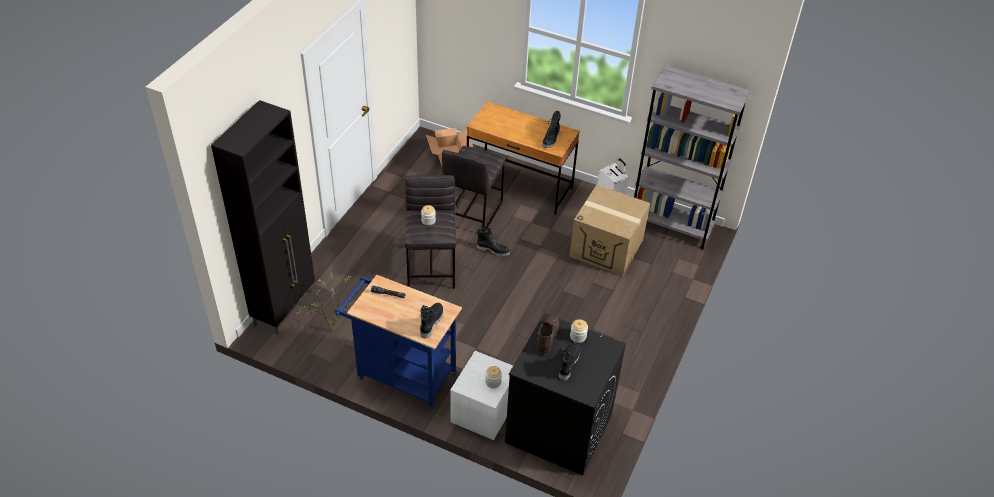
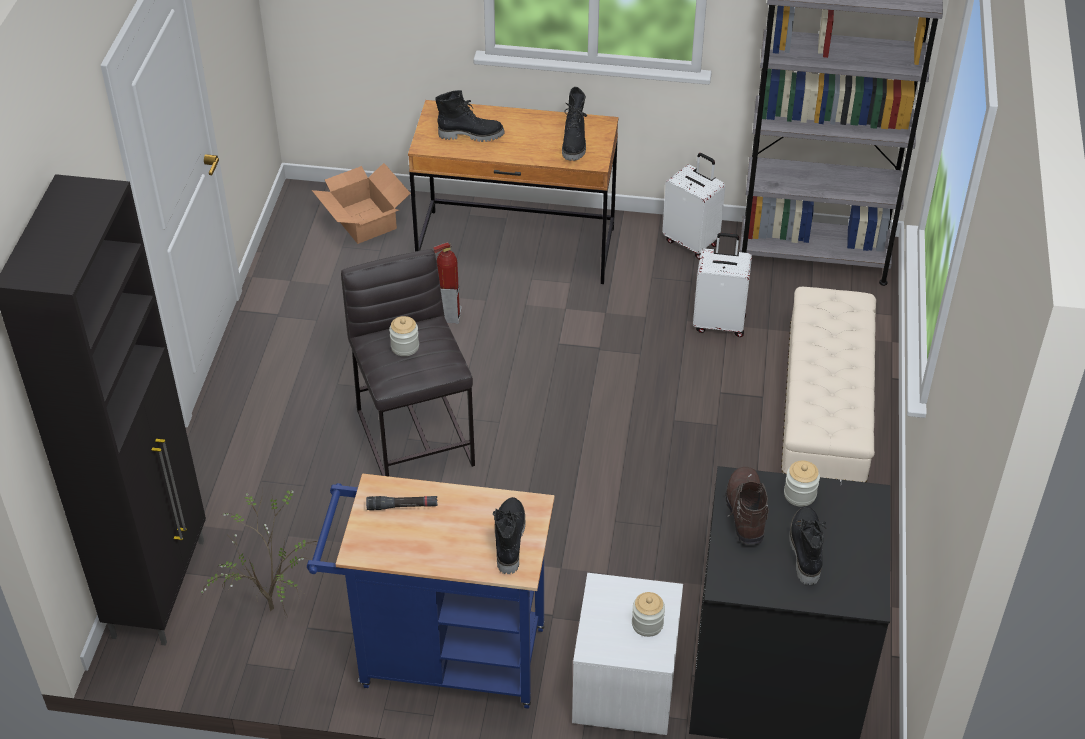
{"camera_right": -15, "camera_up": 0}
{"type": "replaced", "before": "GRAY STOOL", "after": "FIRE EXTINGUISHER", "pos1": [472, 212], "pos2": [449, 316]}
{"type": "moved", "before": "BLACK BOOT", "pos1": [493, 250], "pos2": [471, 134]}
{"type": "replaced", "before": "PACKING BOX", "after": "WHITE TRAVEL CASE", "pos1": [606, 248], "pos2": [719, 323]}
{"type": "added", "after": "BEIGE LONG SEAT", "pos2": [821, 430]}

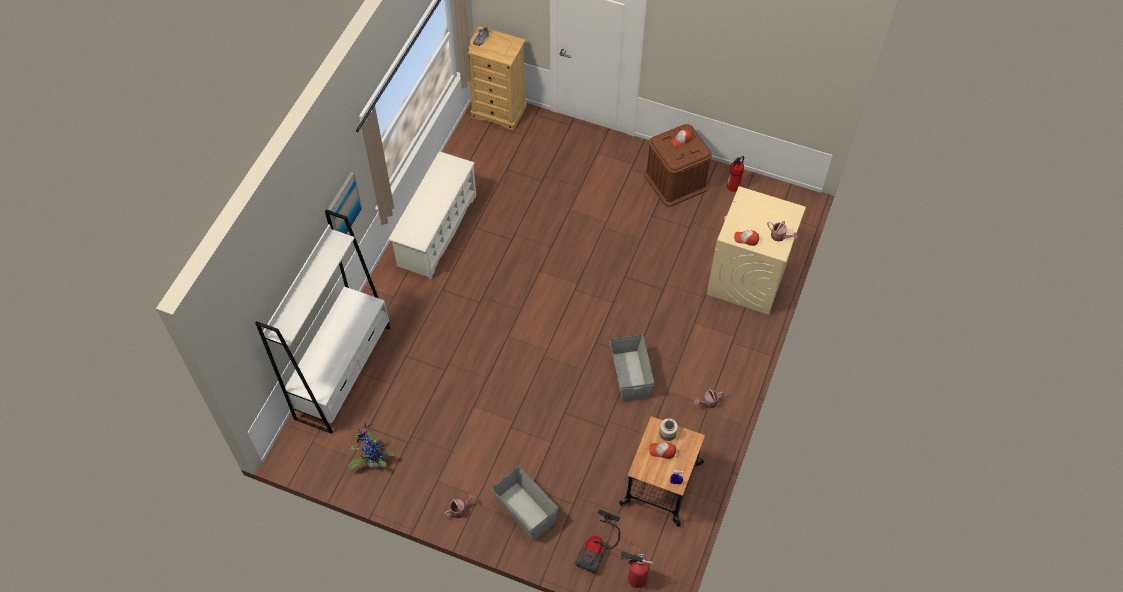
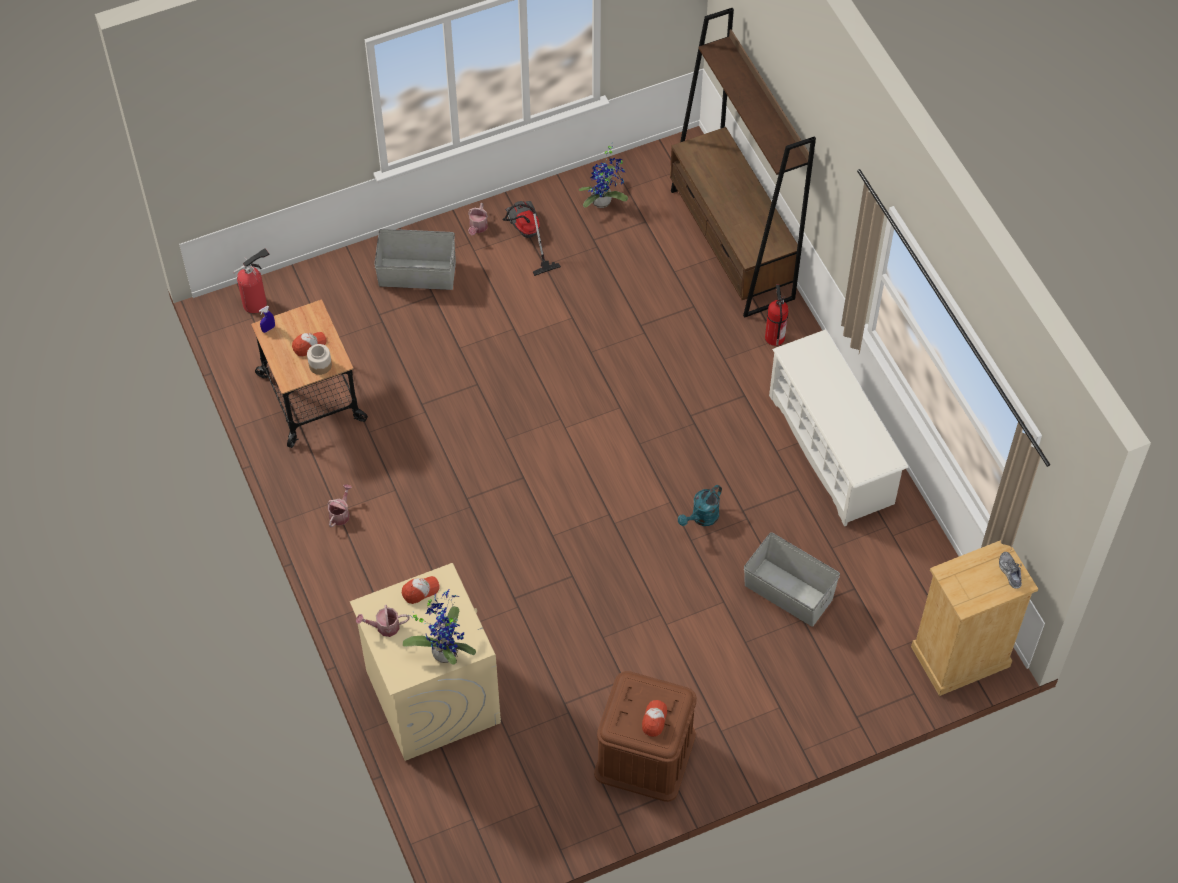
{"camera_right": 135, "camera_up": 0}
{"type": "recoloured", "before": "WHITE SHELVING UNIT", "after": "BROWN SHELVING UNIT", "pos1": [343, 372], "pos2": [731, 244]}
{"type": "removed", "before": "WALL PICTURE", "pos1": [343, 208]}
{"type": "moved", "before": "HOOVER", "pos1": [597, 548], "pos2": [526, 236]}
{"type": "moved", "before": "GRAY STORAGE BOX", "pos1": [629, 376], "pos2": [788, 591]}
{"type": "moved", "before": "FIRE EXTINGUISHER", "pos1": [733, 187], "pos2": [774, 337]}
{"type": "added", "after": "PLANT IN A POT", "pos2": [444, 650]}
{"type": "added", "after": "TURQUOISE-COLOURED WATERING POT", "pos2": [702, 518]}

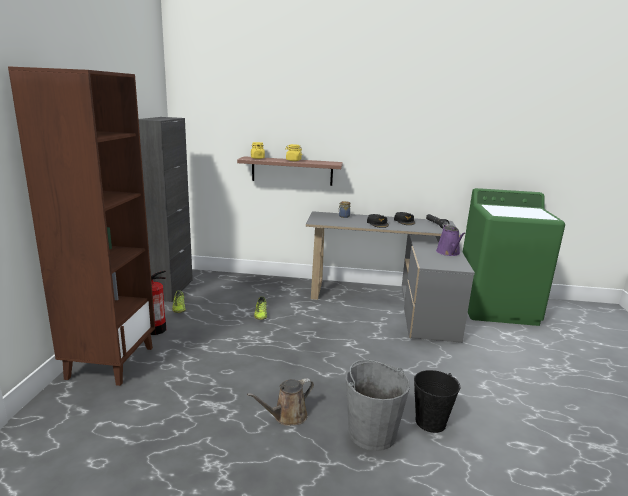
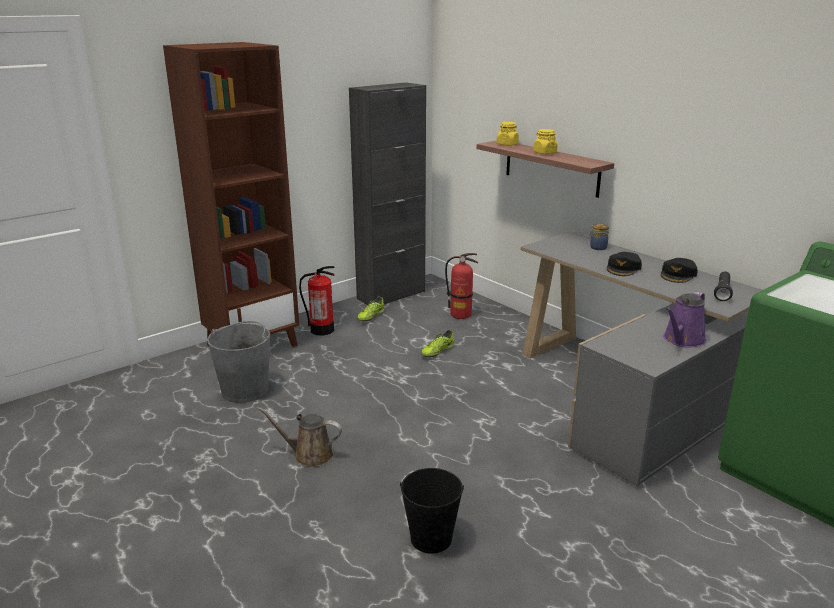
{"camera_right": 45, "camera_up": 5}
{"type": "moved", "before": "GRAY WATER BUCKET", "pos1": [371, 432], "pos2": [245, 390]}
{"type": "added", "after": "FIRE EXTINGUISHER", "pos2": [461, 315]}

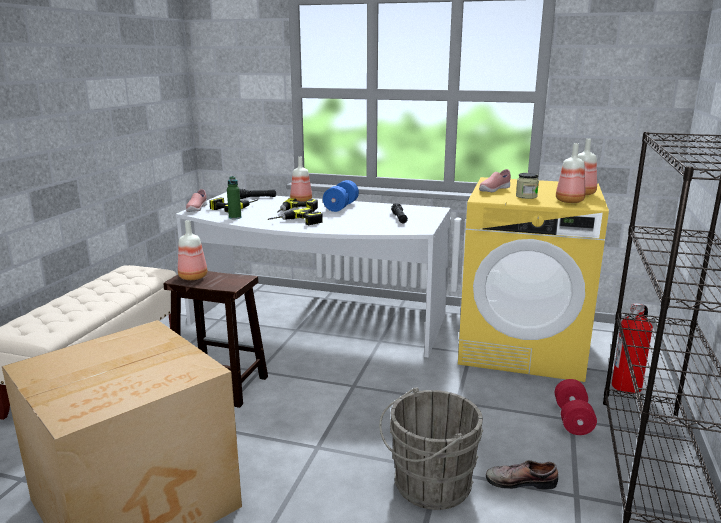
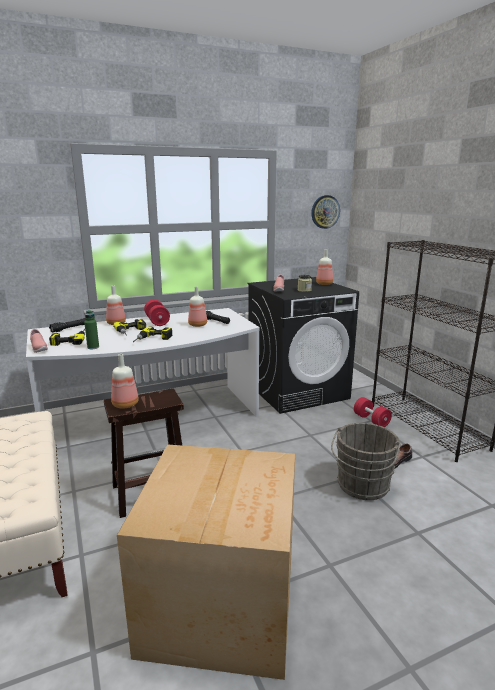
{"camera_right": -40, "camera_up": 0}
{"type": "recoloured", "before": "BLUE-COLOURED HAND WEIGHT", "after": "REDDISH HAND WEIGHT", "pos1": [341, 207], "pos2": [157, 321]}
{"type": "recoloured", "before": "YELLOW-COLOURED WASHING MACHINE", "after": "BLACK WASHING MACHINE", "pos1": [523, 347], "pos2": [298, 391]}
{"type": "moved", "before": "BEVERAGE BOTTLE", "pos1": [570, 201], "pos2": [198, 325]}
{"type": "removed", "before": "FIRE EXTINGUISHER", "pos1": [627, 387]}
{"type": "added", "after": "CLOCK ON THE WALL", "pos2": [325, 212]}

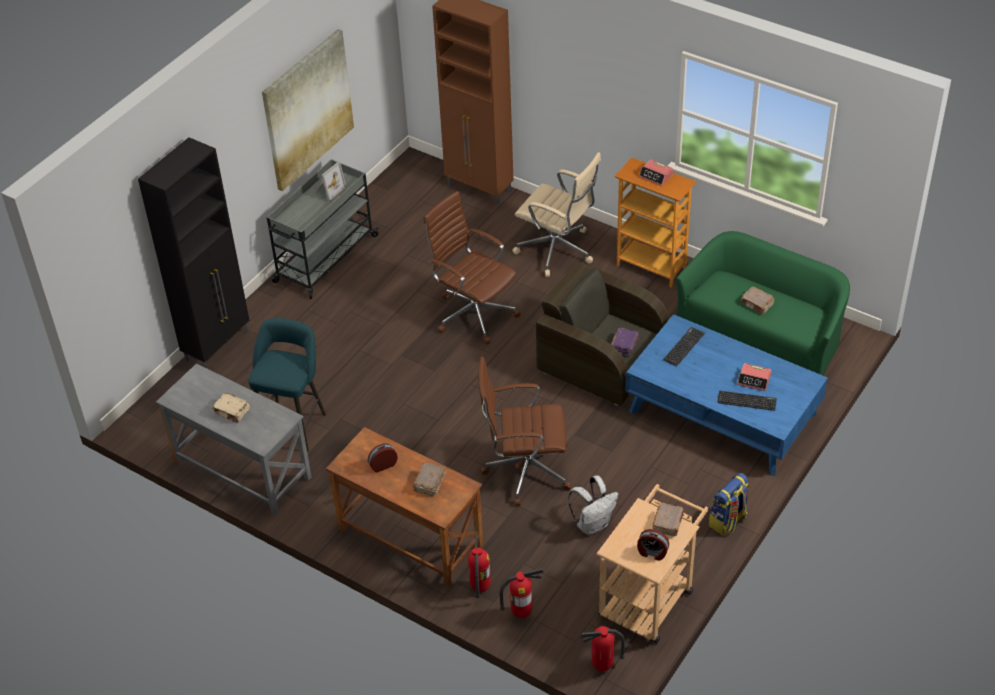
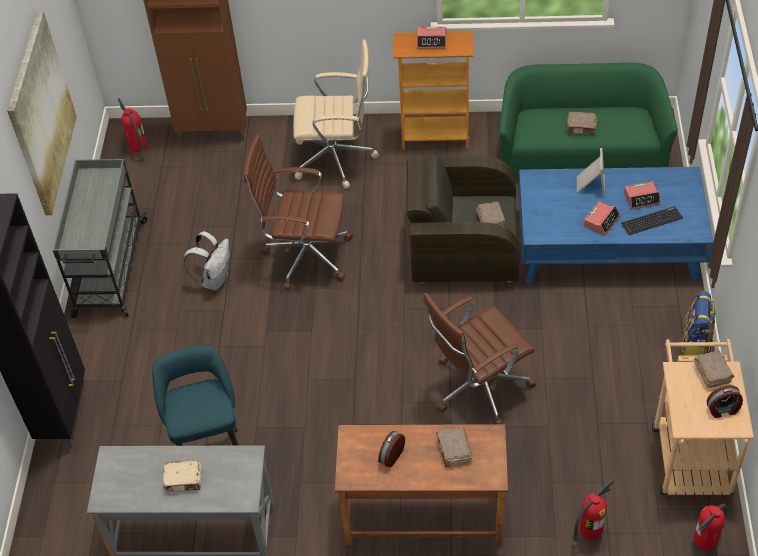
{"camera_right": -30, "camera_up": 5}
{"type": "moved", "before": "PICTURE FRAME", "pos1": [329, 190], "pos2": [590, 184]}
{"type": "moved", "before": "FIRE EXTINGUISHER", "pos1": [479, 587], "pos2": [138, 149]}
{"type": "moved", "before": "WHITE KNAPSACK", "pos1": [593, 524], "pos2": [214, 279]}
{"type": "recoloured", "before": "PURPLISH BOUND BOOK", "after": "BROWN BOUND BOOK", "pos1": [625, 345], "pos2": [491, 220]}
{"type": "removed", "before": "KEYBOARD", "pos1": [683, 347]}
{"type": "added", "after": "BEDSIDE CLOCK", "pos2": [601, 221]}

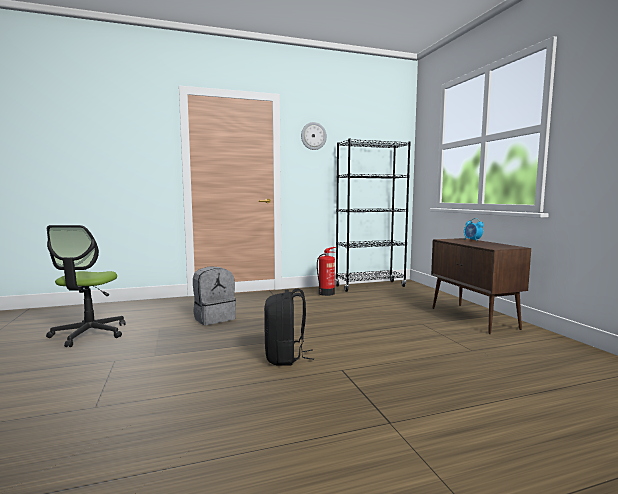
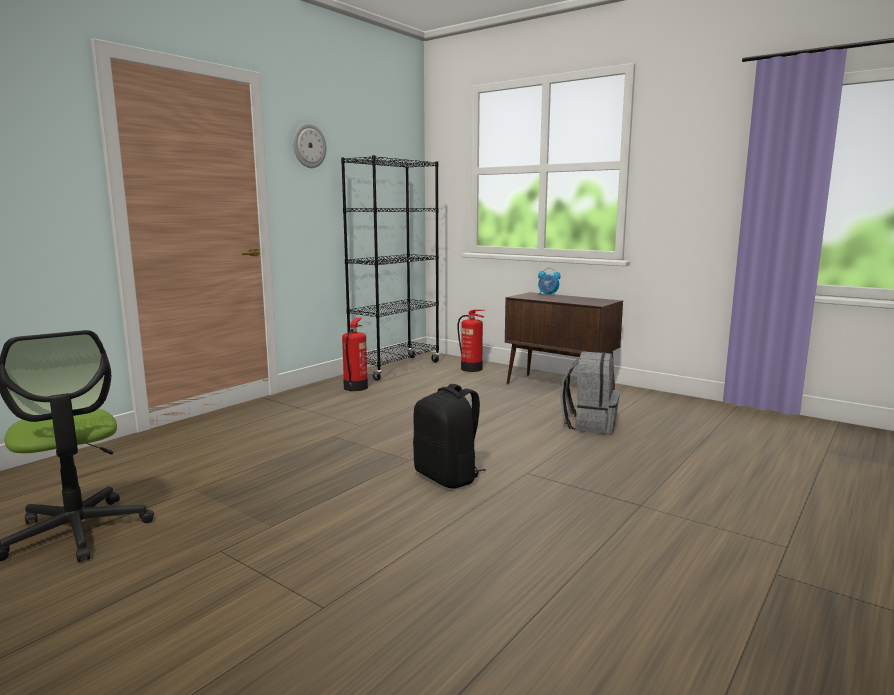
{"camera_right": -35, "camera_up": 5}
{"type": "moved", "before": "GRAY KNAPSACK", "pos1": [214, 318], "pos2": [589, 425]}
{"type": "added", "after": "FIRE EXTINGUISHER", "pos2": [472, 369]}

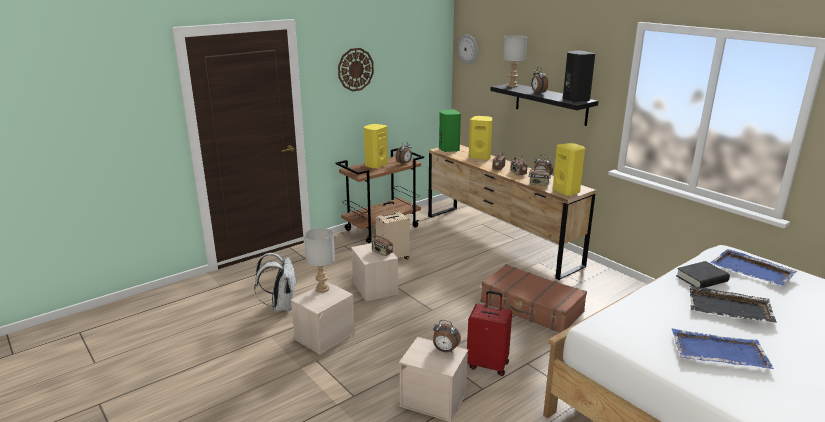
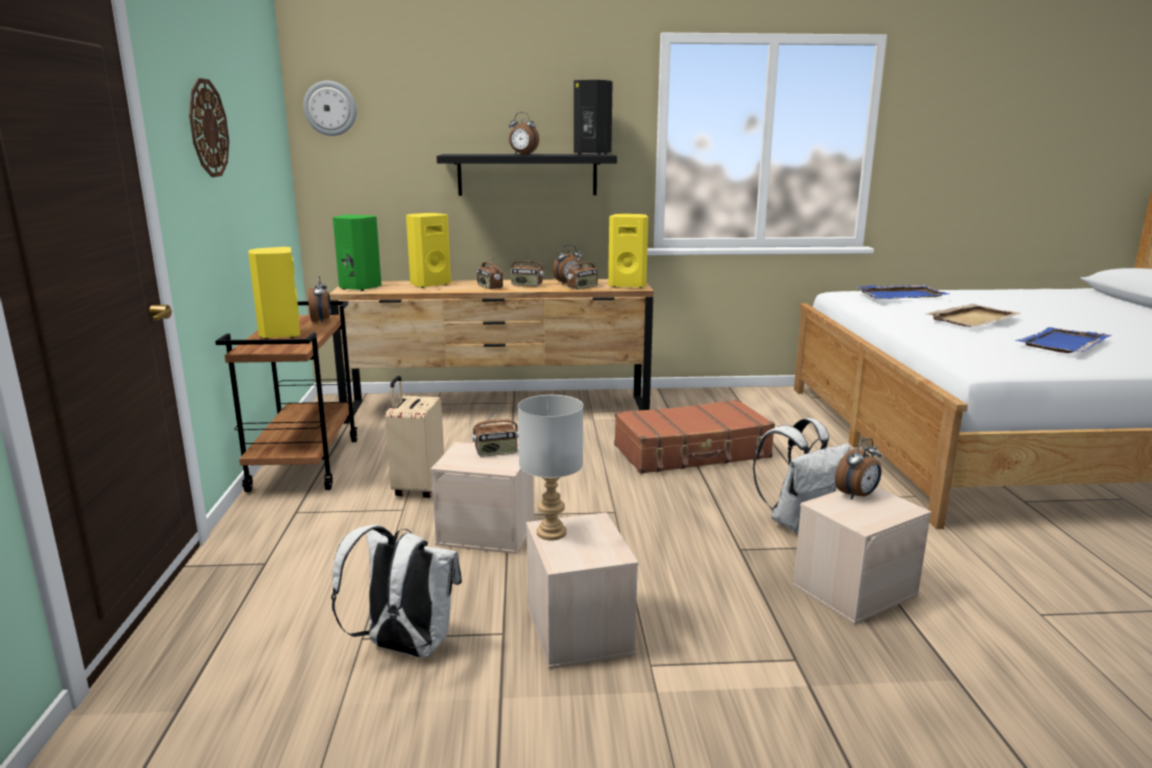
{"camera_right": -55, "camera_up": -5}
{"type": "replaced", "before": "REDDISH TRAVEL CASE", "after": "WHITE KNAPSACK", "pos1": [488, 364], "pos2": [798, 522]}
{"type": "removed", "before": "GRAY TABLE LAMP", "pos1": [512, 86]}
{"type": "removed", "before": "BLACK BOUND BOOK", "pos1": [701, 279]}
{"type": "recoloured", "before": "BLACK SERVING TRAY", "after": "BEIGE SERVING TRAY", "pos1": [730, 307], "pos2": [973, 318]}

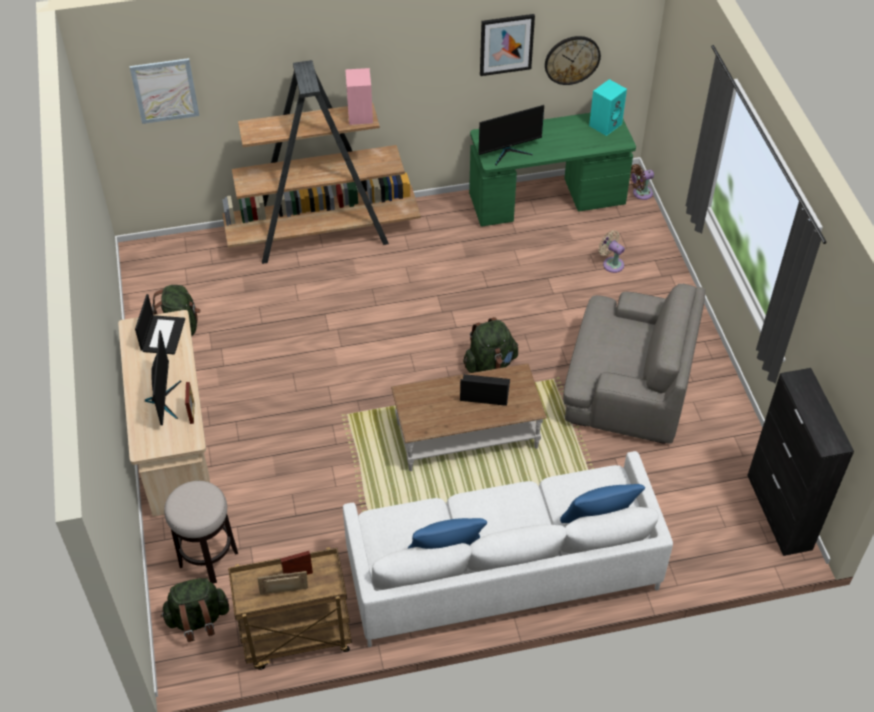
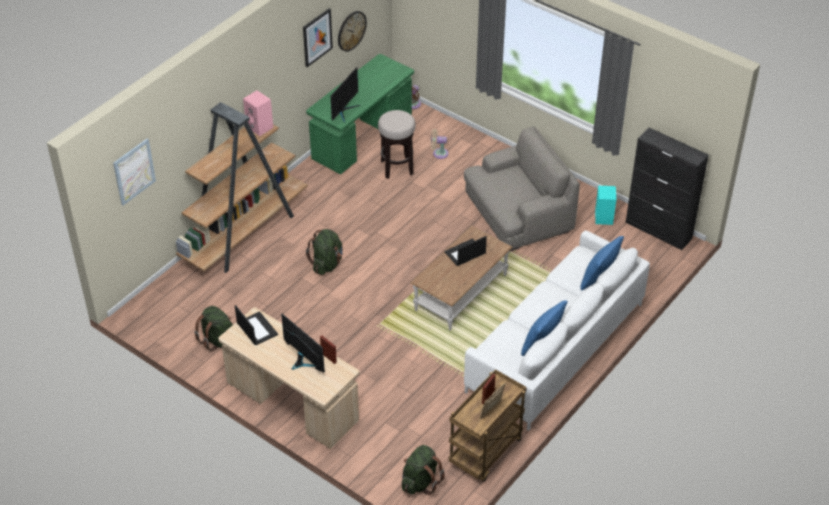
{"camera_right": -40, "camera_up": -5}
{"type": "moved", "before": "STOOL", "pos1": [208, 559], "pos2": [397, 168]}
{"type": "moved", "before": "GREEN KNAPSACK", "pos1": [490, 363], "pos2": [327, 264]}
{"type": "moved", "before": "TURQUOISE-COLOURED LOUDSPEAKER", "pos1": [605, 124], "pos2": [603, 217]}

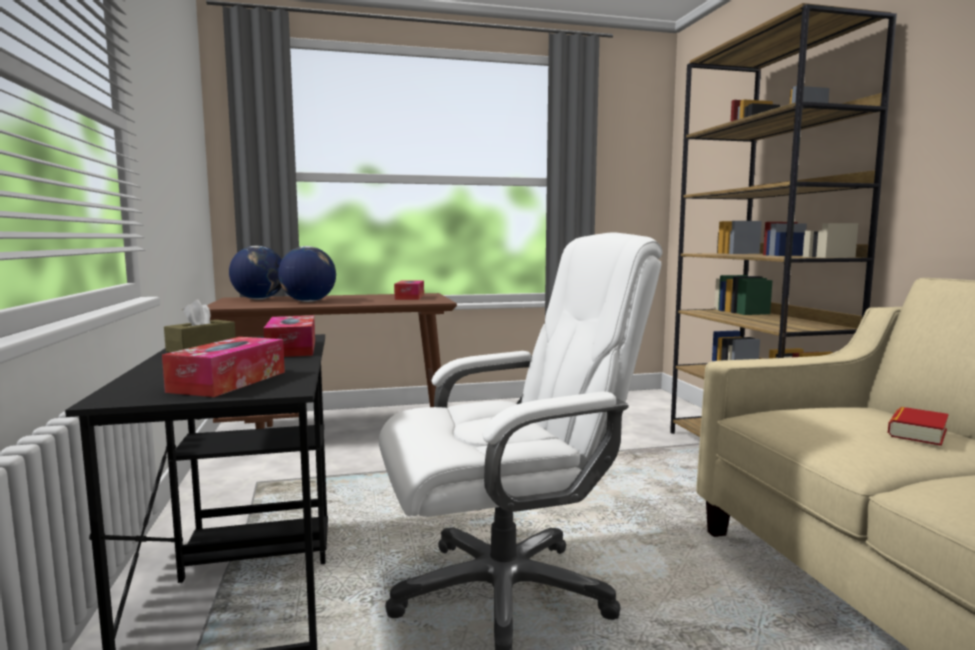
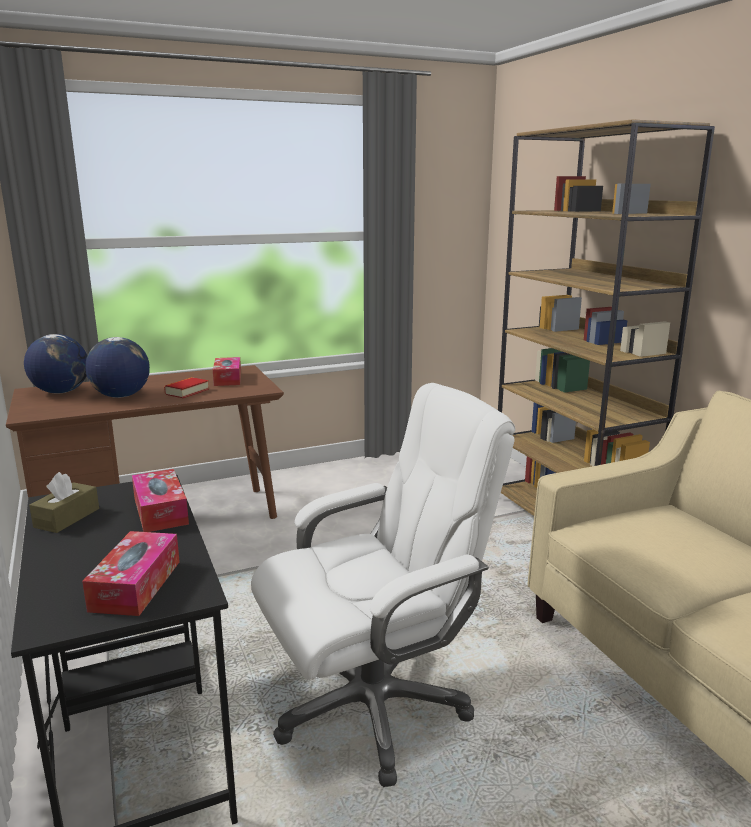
{"camera_right": -10, "camera_up": 10}
{"type": "moved", "before": "BOUND BOOK", "pos1": [917, 432], "pos2": [187, 392]}

